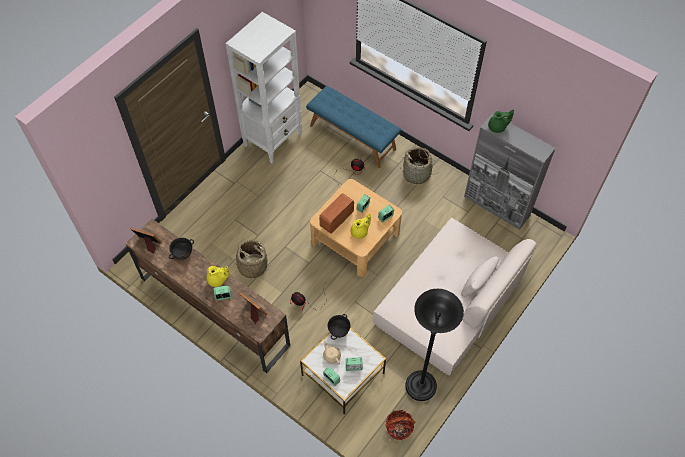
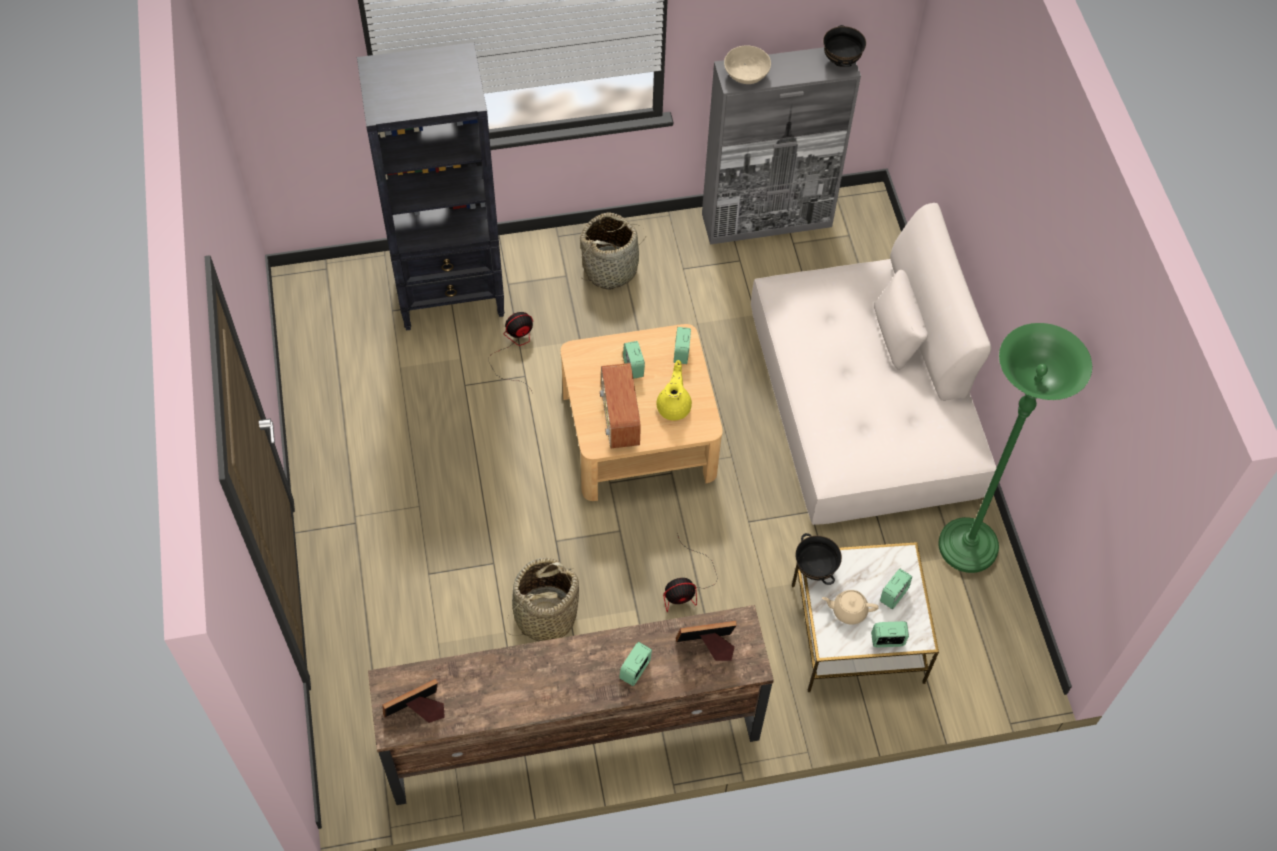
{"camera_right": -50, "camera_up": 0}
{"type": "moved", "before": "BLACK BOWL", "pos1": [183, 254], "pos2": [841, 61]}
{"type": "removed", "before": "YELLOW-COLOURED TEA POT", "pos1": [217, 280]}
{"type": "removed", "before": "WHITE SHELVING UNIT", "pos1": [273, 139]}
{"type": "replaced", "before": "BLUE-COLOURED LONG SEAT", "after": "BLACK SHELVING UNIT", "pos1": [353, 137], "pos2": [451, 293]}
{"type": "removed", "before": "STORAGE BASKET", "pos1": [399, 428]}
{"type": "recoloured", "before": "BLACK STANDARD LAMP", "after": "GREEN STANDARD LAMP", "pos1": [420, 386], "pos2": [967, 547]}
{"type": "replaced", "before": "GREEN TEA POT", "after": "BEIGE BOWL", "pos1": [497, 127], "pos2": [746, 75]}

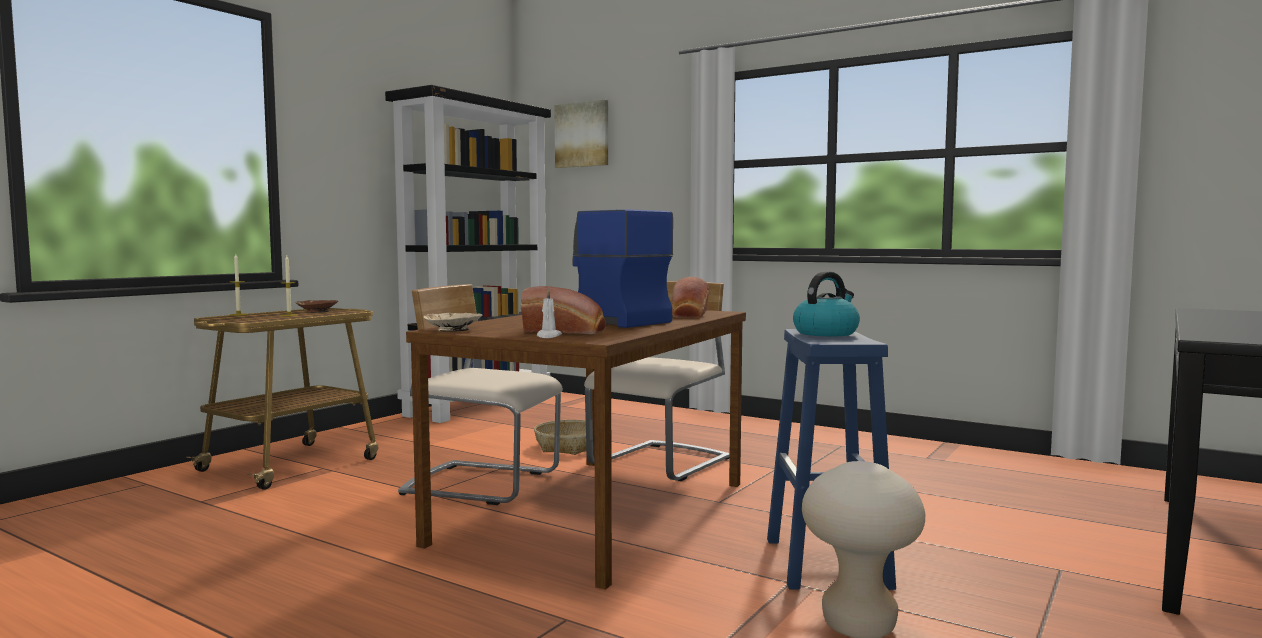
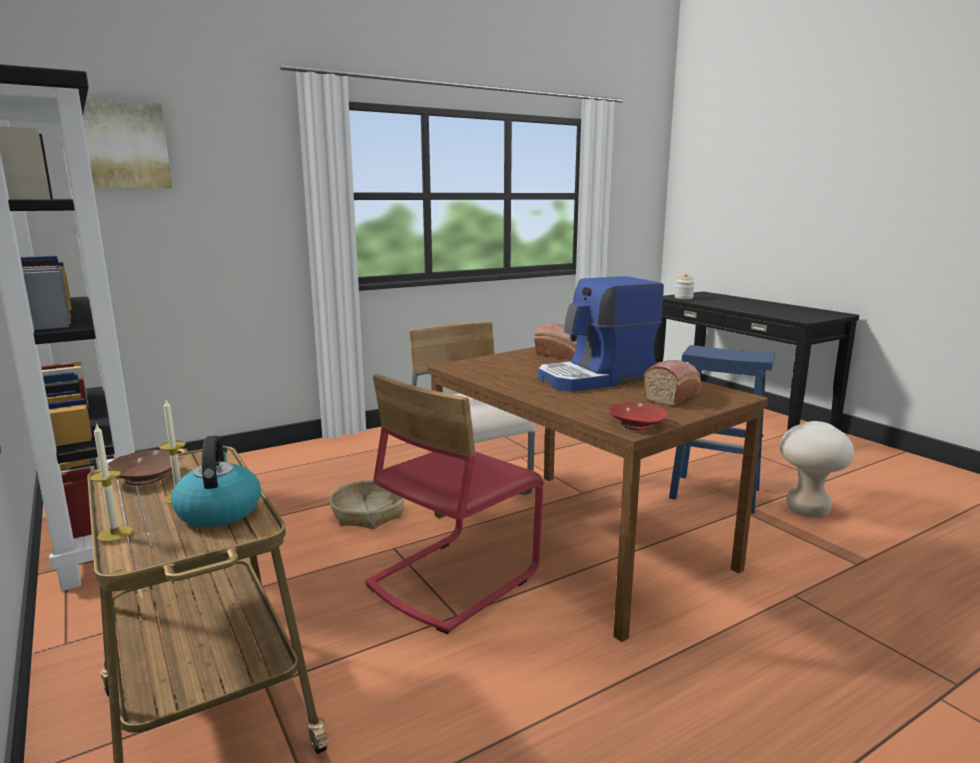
{"camera_right": -65, "camera_up": 10}
{"type": "recoloured", "before": "BEIGE UPRIGHT CHAIR", "after": "REDDISH UPRIGHT CHAIR", "pos1": [482, 484], "pos2": [452, 579]}
{"type": "recoloured", "before": "BEIGE BOWL", "after": "REDDISH BOWL", "pos1": [453, 329], "pos2": [635, 424]}
{"type": "removed", "before": "WHITE WAX CANDLE", "pos1": [548, 336]}
{"type": "moved", "before": "TEA KETTLE", "pos1": [826, 333], "pos2": [218, 511]}
{"type": "added", "after": "STORAGE JAR", "pos2": [683, 298]}

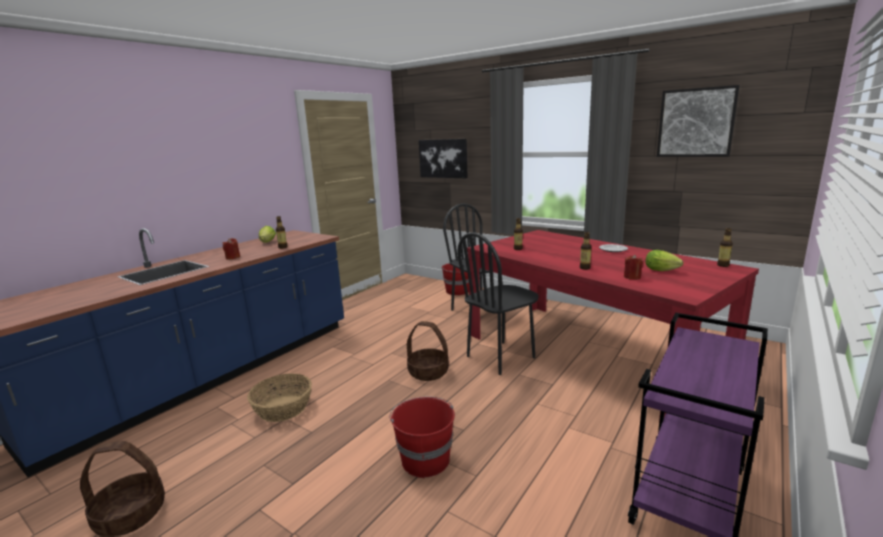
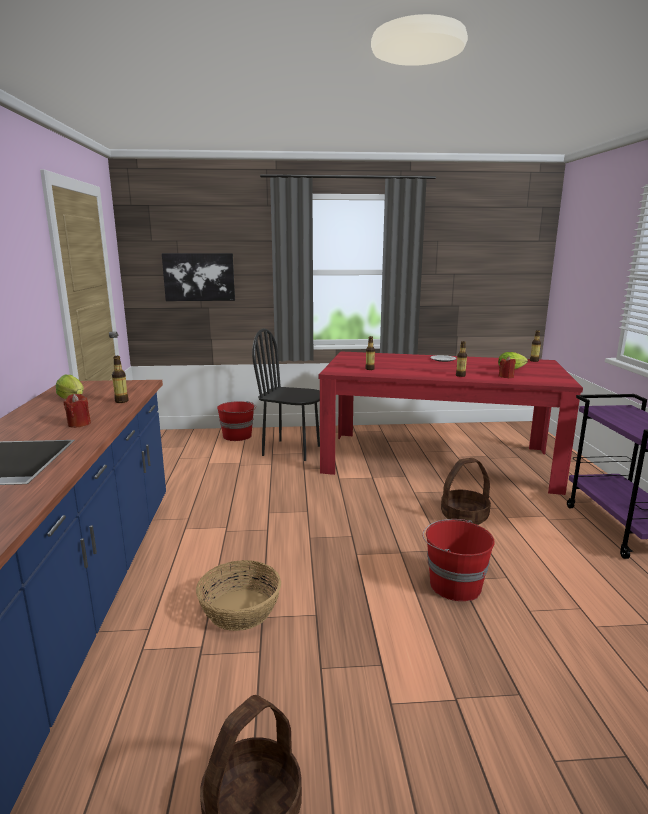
{"camera_right": -40, "camera_up": 0}
{"type": "moved", "before": "STORAGE BASKET", "pos1": [428, 372], "pos2": [464, 516]}
{"type": "removed", "before": "BLACK UPRIGHT CHAIR", "pos1": [501, 357]}
{"type": "removed", "before": "WALL PICTURE", "pos1": [696, 123]}

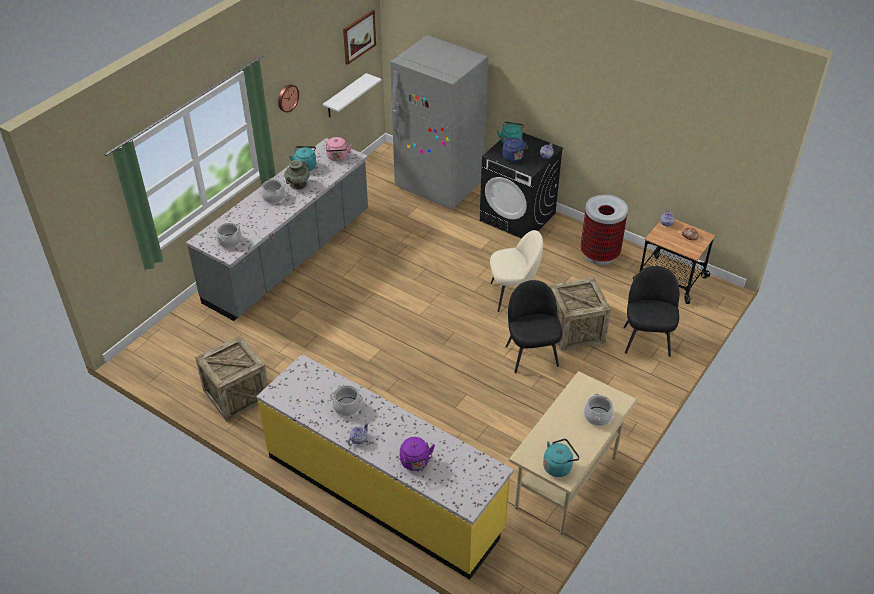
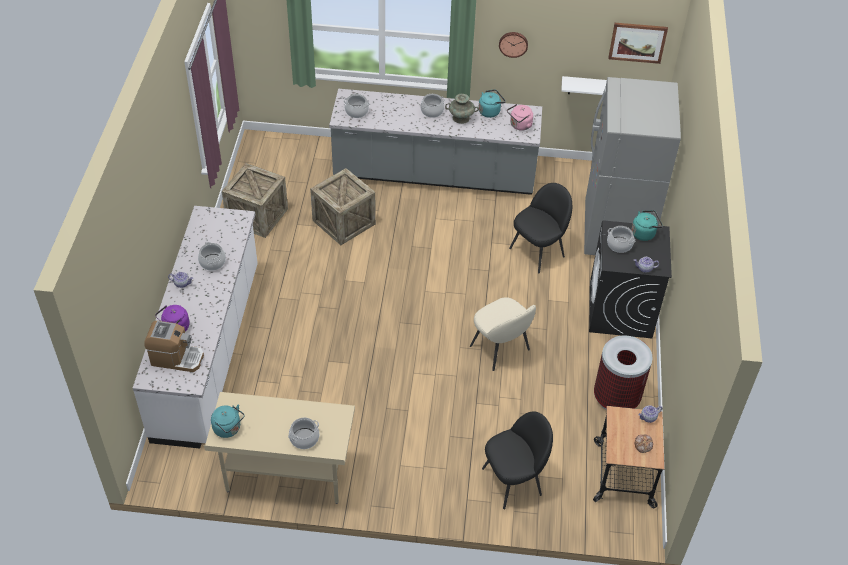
{"camera_right": 60, "camera_up": 5}
{"type": "recoloured", "before": "YELLOW-COLOURED KITCHEN COUNTER", "after": "WHITE KITCHEN COUNTER", "pos1": [384, 492], "pos2": [208, 351]}
{"type": "replaced", "before": "BLUE-COLOURED TEA KETTLE", "after": "COOKING POT", "pos1": [514, 158], "pos2": [619, 245]}
{"type": "moved", "before": "BLACK UPRIGHT CHAIR", "pos1": [531, 355], "pos2": [538, 251]}
{"type": "moved", "before": "PACKING CRATE", "pos1": [575, 330], "pos2": [344, 222]}
{"type": "added", "after": "COFFEE MACHINE", "pos2": [176, 358]}

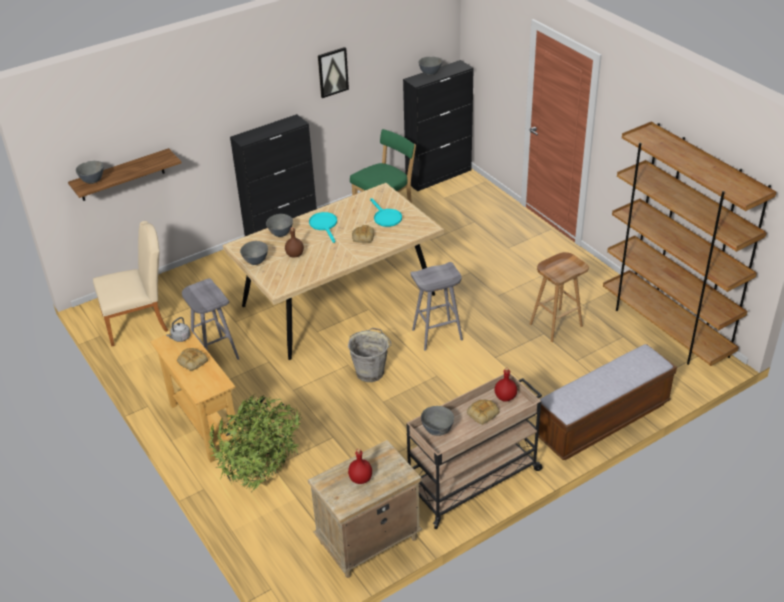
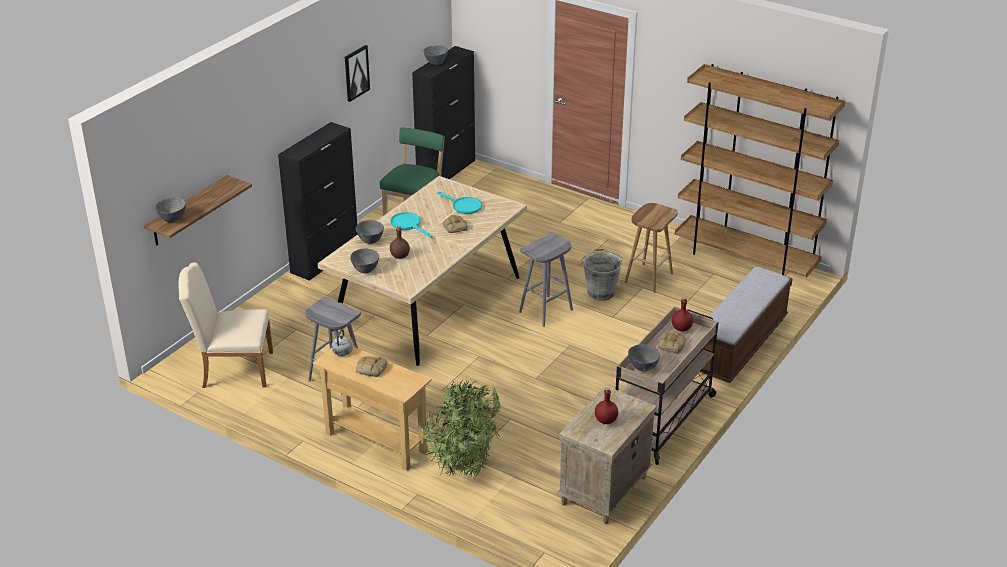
{"camera_right": -25, "camera_up": -5}
{"type": "turned", "before": "BEIGE UPRIGHT CHAIR", "pos1": [140, 321], "pos2": [232, 369], "turn": -135}
{"type": "moved", "before": "GRAY WATER BUCKET", "pos1": [370, 372], "pos2": [601, 292]}

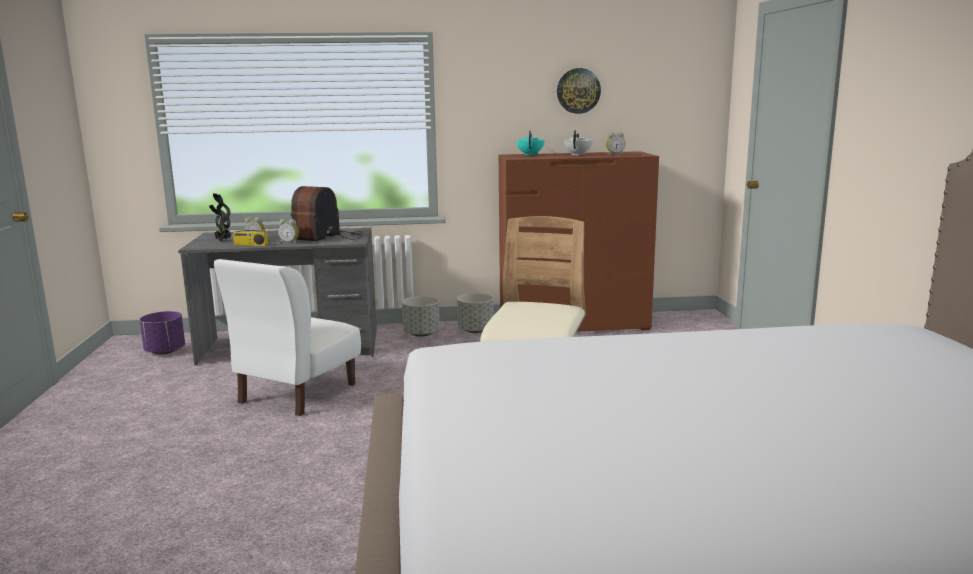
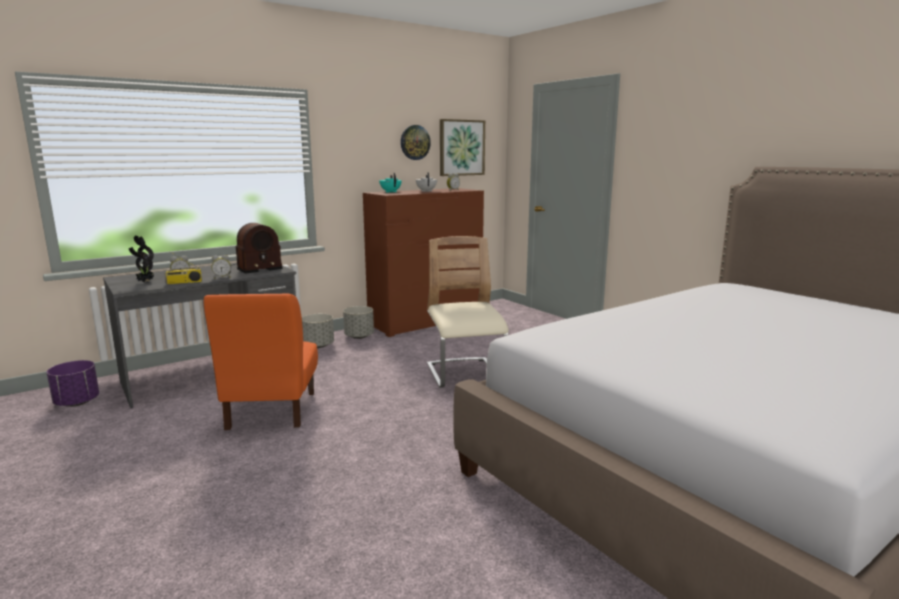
{"camera_right": -30, "camera_up": 0}
{"type": "recoloured", "before": "WHITE UPRIGHT CHAIR", "after": "ORANGEY UPRIGHT CHAIR", "pos1": [296, 393], "pos2": [271, 410]}
{"type": "turned", "before": "RADIO", "pos1": [330, 237], "pos2": [250, 269], "turn": -120}
{"type": "added", "after": "WALL PICTURE", "pos2": [461, 147]}

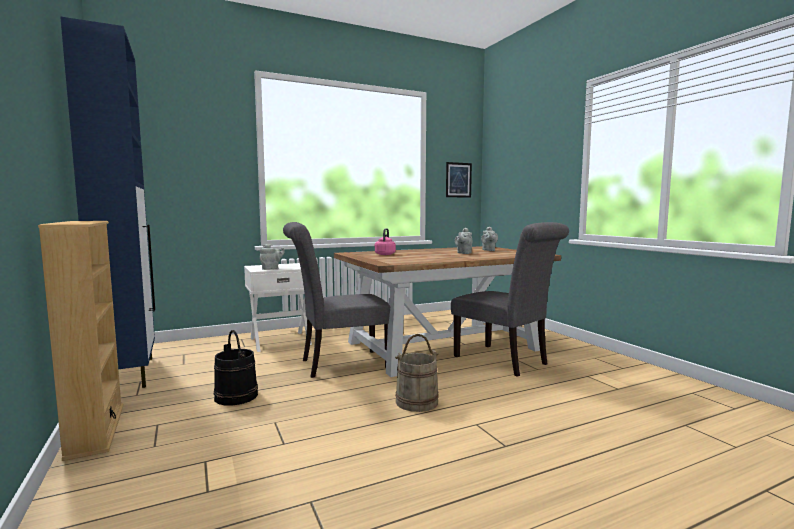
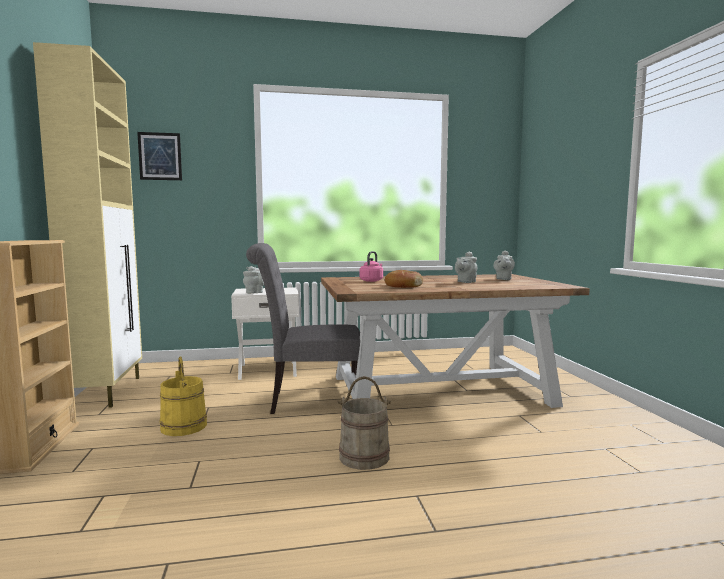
{"camera_right": 15, "camera_up": 0}
{"type": "recoloured", "before": "BLUE-COLOURED CUPBOARD", "after": "BEIGE CUPBOARD", "pos1": [128, 374], "pos2": [108, 392]}
{"type": "recoloured", "before": "BLACK WATER BUCKET", "after": "YELLOW-COLOURED WATER BUCKET", "pos1": [236, 396], "pos2": [184, 426]}
{"type": "moved", "before": "WALL PICTURE", "pos1": [458, 180], "pos2": [160, 156]}
{"type": "removed", "before": "GRAY UPRIGHT CHAIR", "pos1": [505, 361]}
{"type": "added", "after": "BAKERY BREAD", "pos2": [403, 286]}

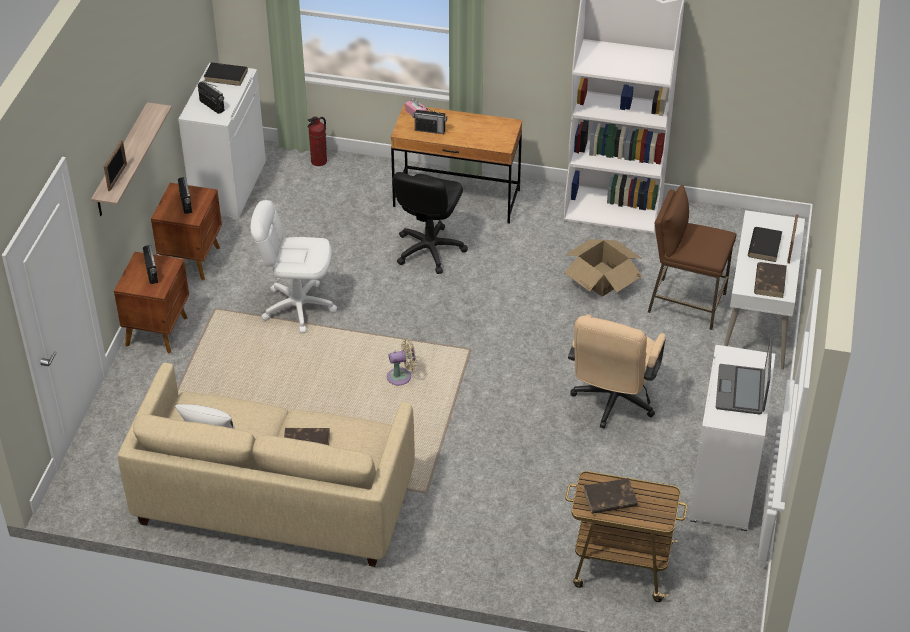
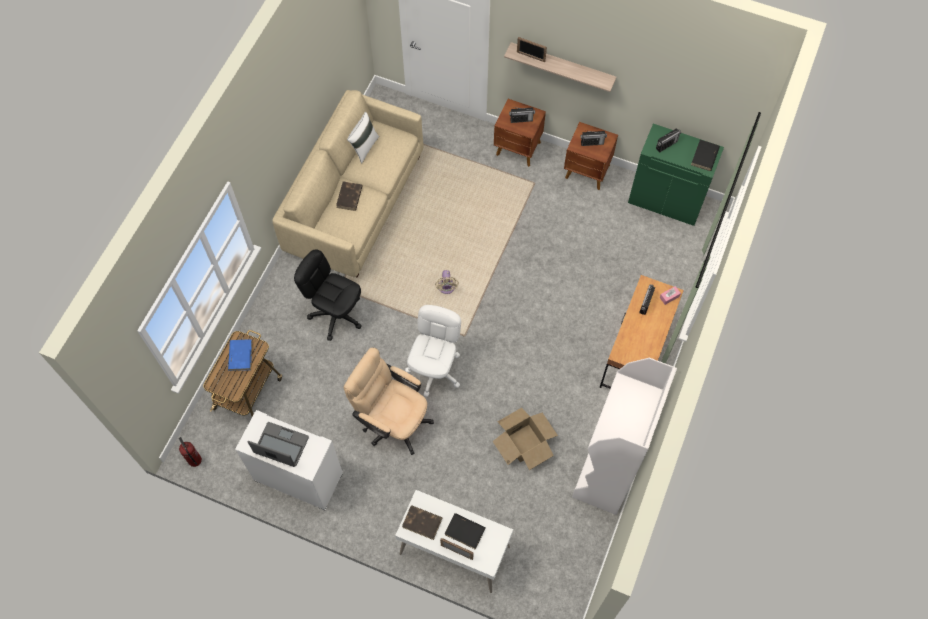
{"camera_right": 100, "camera_up": 20}
{"type": "recoloured", "before": "WHITE CUPBOARD", "after": "GREEN CUPBOARD", "pos1": [228, 187], "pos2": [666, 200]}
{"type": "moved", "before": "WHITE DESK CHAIR", "pos1": [298, 307], "pos2": [435, 370]}
{"type": "moved", "before": "FIRE EXTINGUISHER", "pos1": [319, 161], "pos2": [194, 460]}
{"type": "moved", "before": "BLACK DESK CHAIR", "pos1": [429, 250], "pos2": [336, 315]}
{"type": "recoloured", "before": "BROWN BOUND BOOK", "after": "BLUE-COLOURED BOUND BOOK", "pos1": [609, 499], "pos2": [240, 355]}
{"type": "removed", "before": "BROWN STOOL", "pos1": [686, 303]}

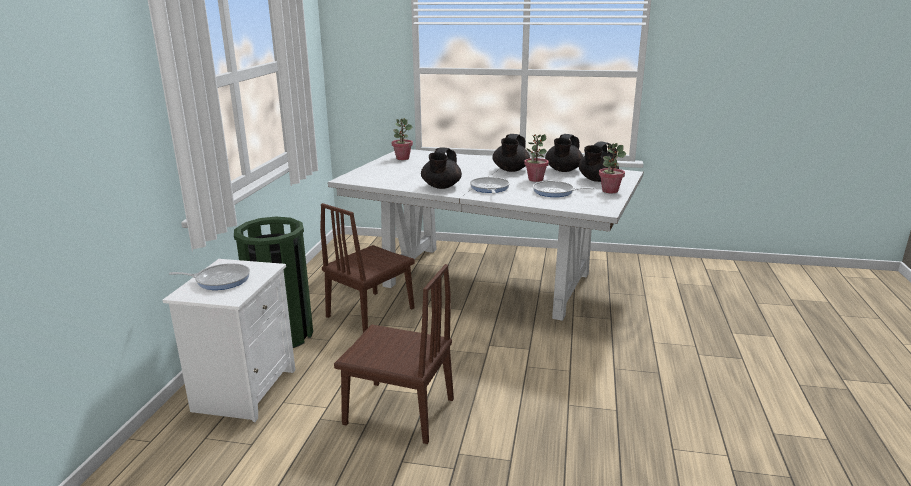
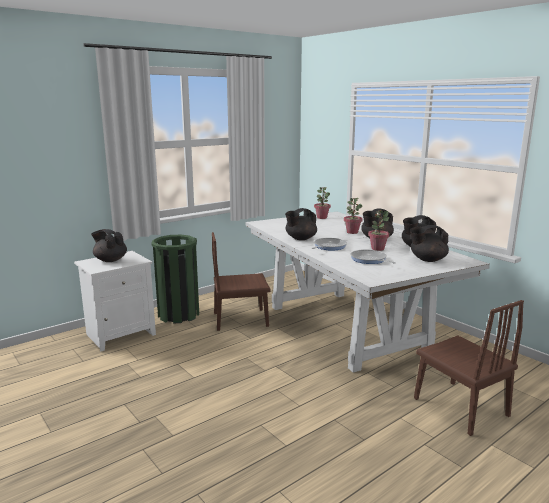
{"camera_right": 40, "camera_up": -5}
{"type": "replaced", "before": "SKILLET", "after": "BLACK TEA POT", "pos1": [220, 280], "pos2": [110, 260]}
{"type": "moved", "before": "BROWN UPRIGHT CHAIR", "pos1": [399, 411], "pos2": [460, 407]}
{"type": "moved", "before": "PLANT IN A POT", "pos1": [610, 191], "pos2": [352, 232]}

